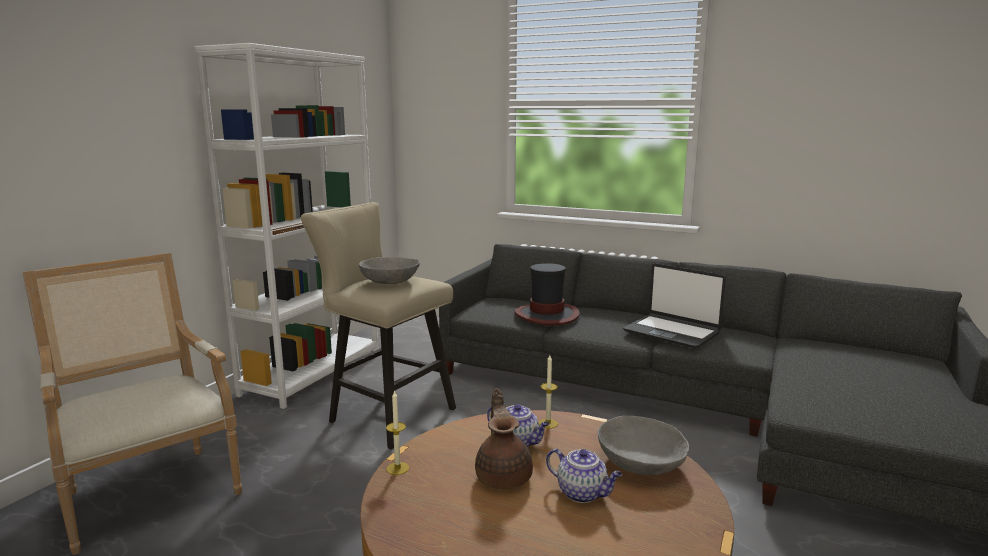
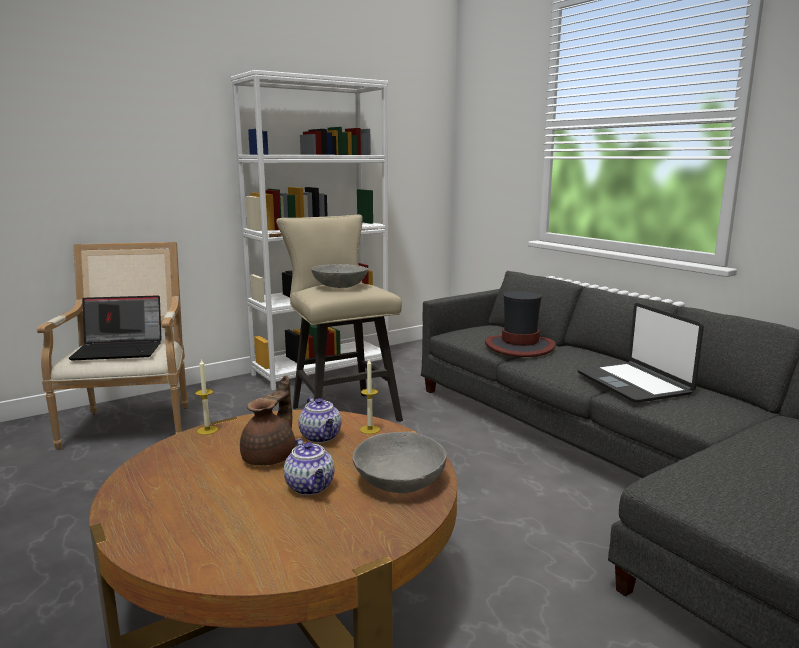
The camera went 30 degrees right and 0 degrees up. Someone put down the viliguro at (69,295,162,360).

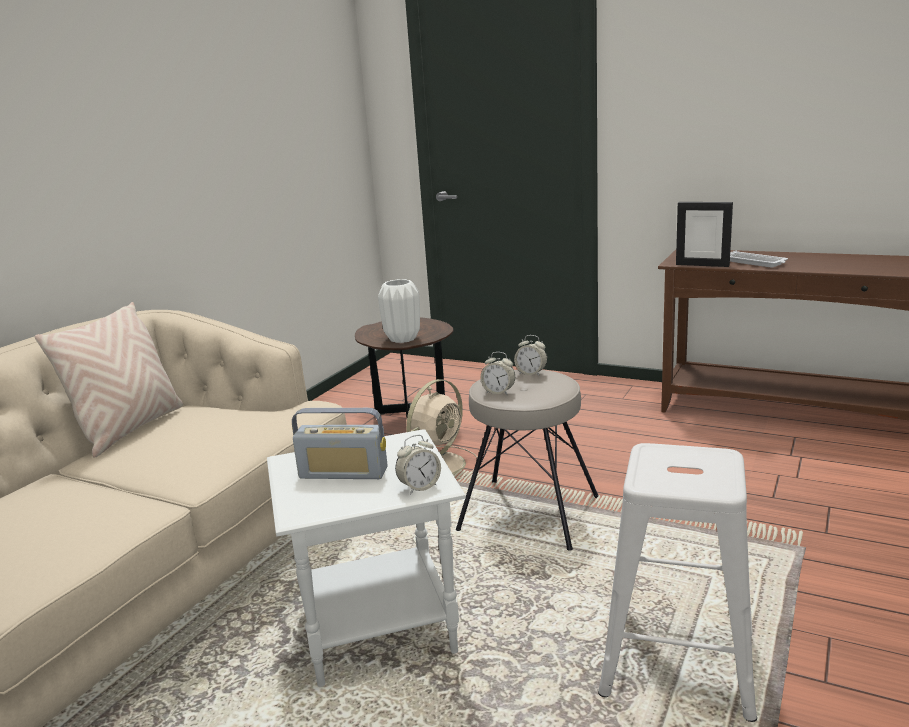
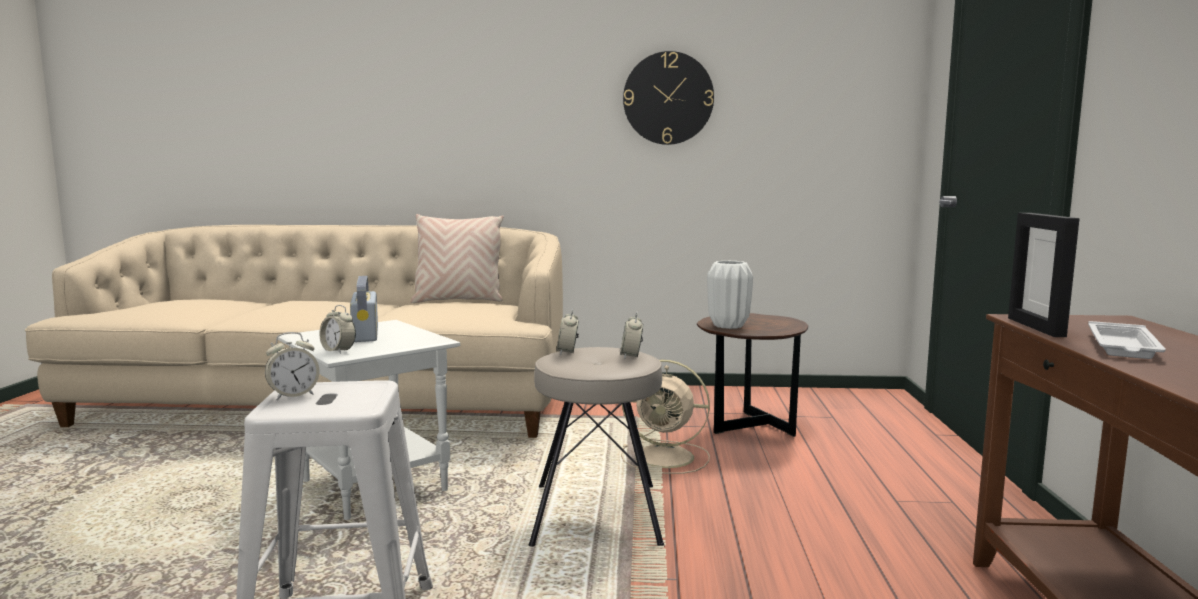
The camera went 65 degrees right and 10 degrees down. Someone put down the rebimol at (265,332,319,400). Someone put up the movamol at (623,51,714,145).

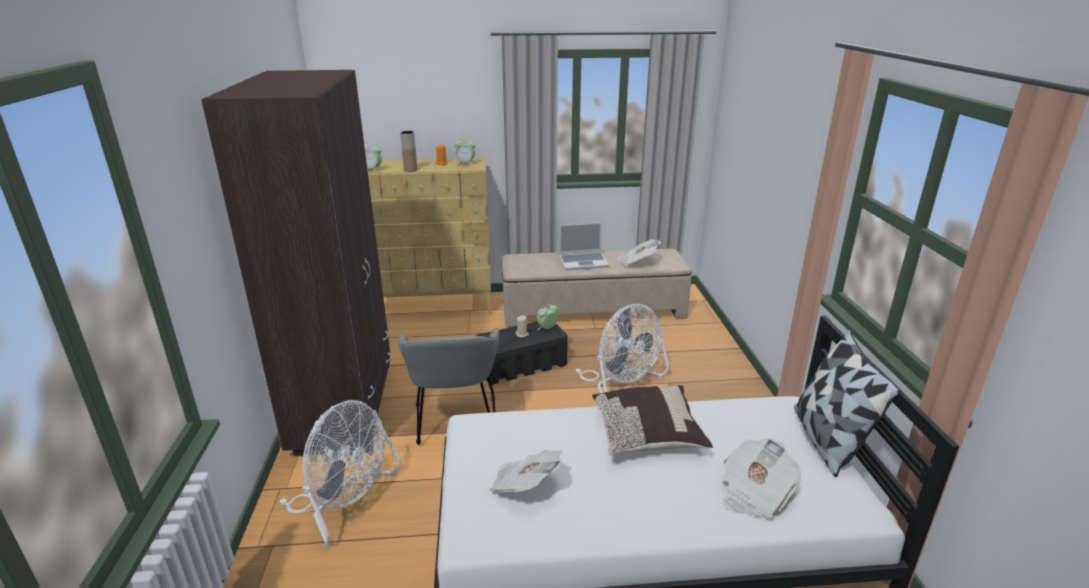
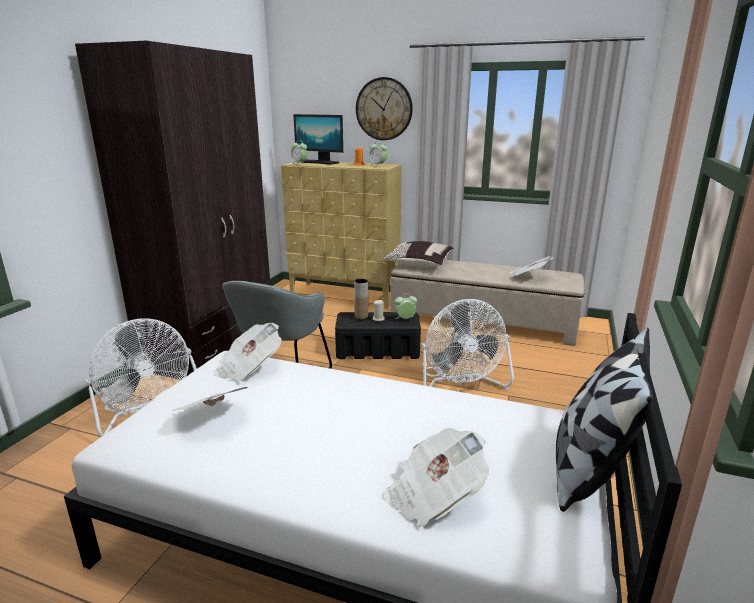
The camera went 25 degrees right and 5 degrees down. Someone put down the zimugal at (213,323,281,381). Someone put down the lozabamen at (293,114,343,165). Someone carried the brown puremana from (400,131,417,172) to (354,279,368,319). Someone put up the movamol at (356,77,413,140). Someone carried the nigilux from (592,385,713,456) to (384,241,454,267). Someone took away the viliguro at (559,222,609,270).

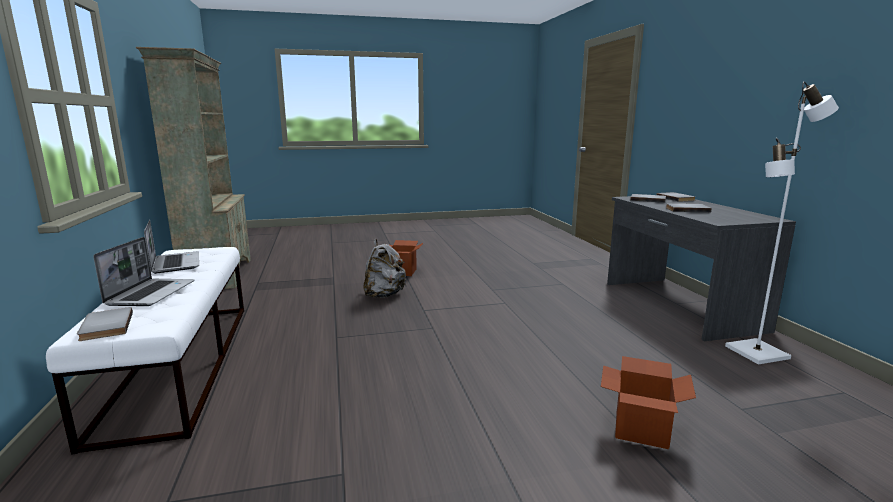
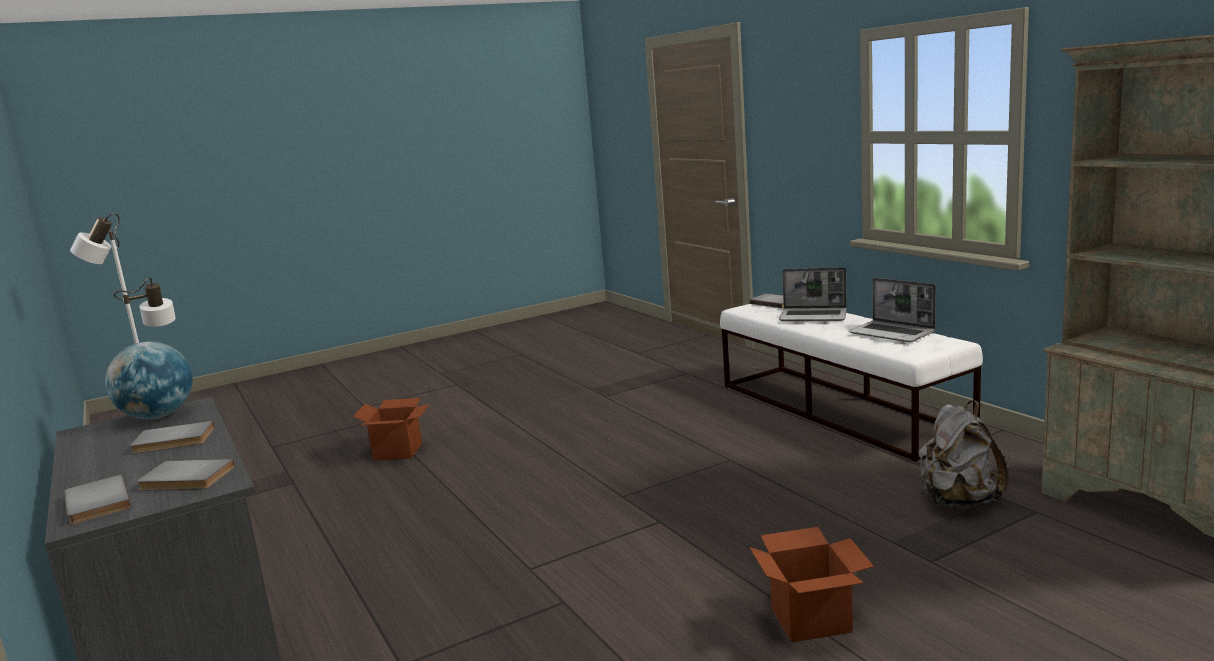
The camera went 165 degrees right and 0 degrees up. Someone put down the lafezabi at (105,341,192,419). Someone rotated the viliguro at (93,237,194,306) by 60 degrees counterclockwise. Someone carried the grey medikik from (363,239,406,298) to (918,401,1008,507).

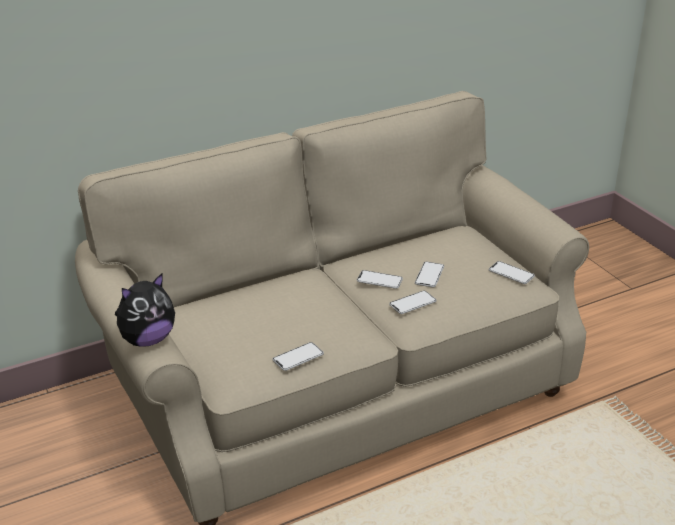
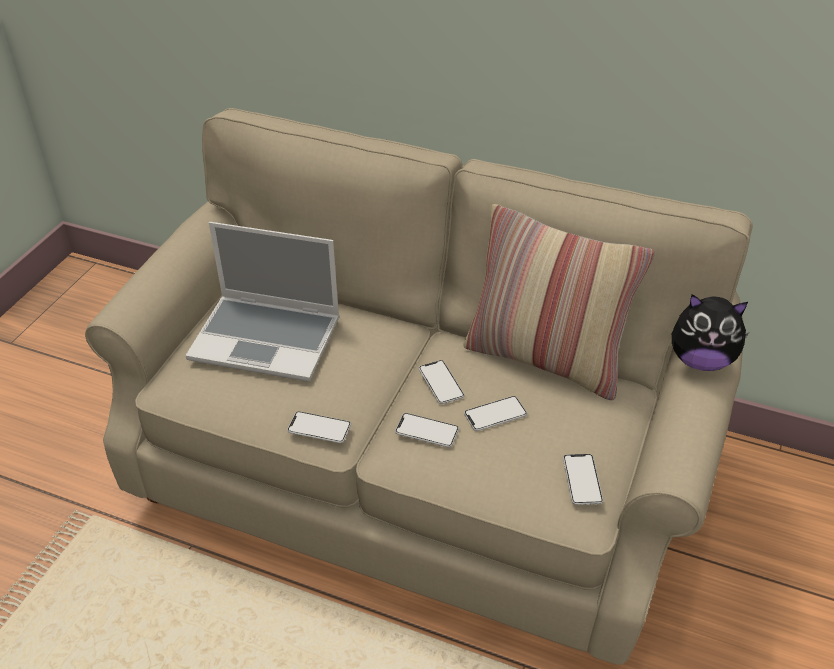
The camera went 50 degrees right and 10 degrees up. Someone put down the viliguro at (185,222,340,382). Someone carried the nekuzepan from (272,342,324,371) to (287,411,351,443). Someone put down the nigilux at (463,204,655,400). Someone carried the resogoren from (115,274,175,347) to (672,294,749,371).

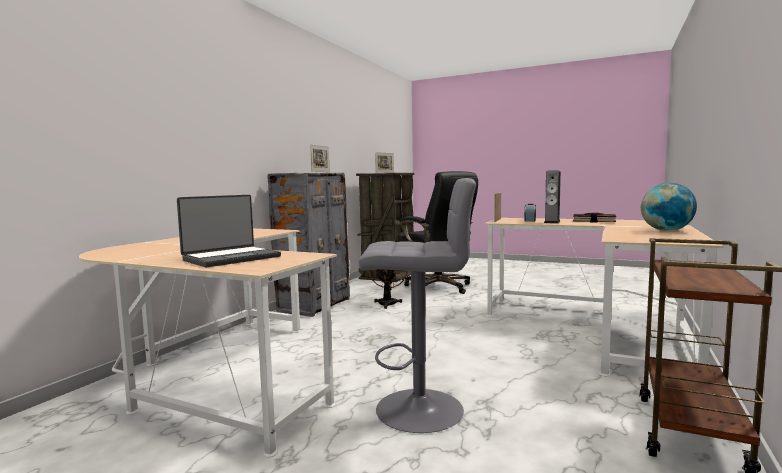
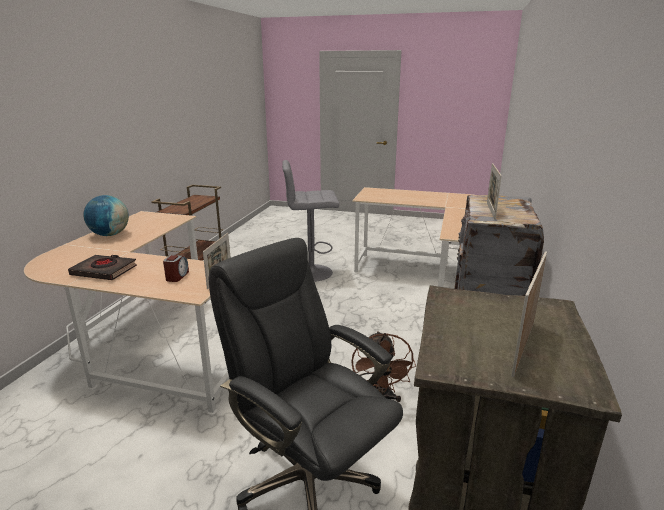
The camera went 170 degrees right and 15 degrees up. Someone took away the viliguro at (177,195,281,267). Someone took away the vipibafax at (544,170,561,223).

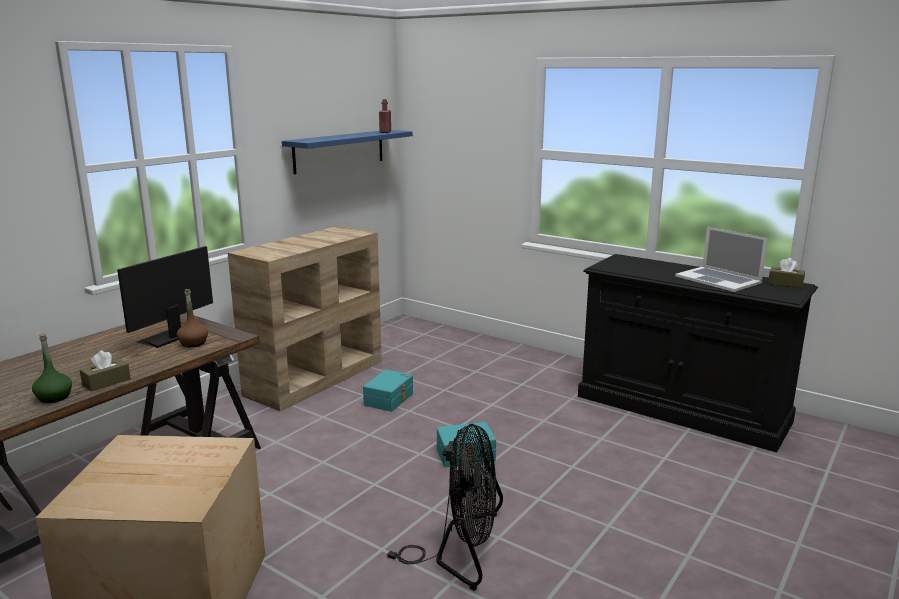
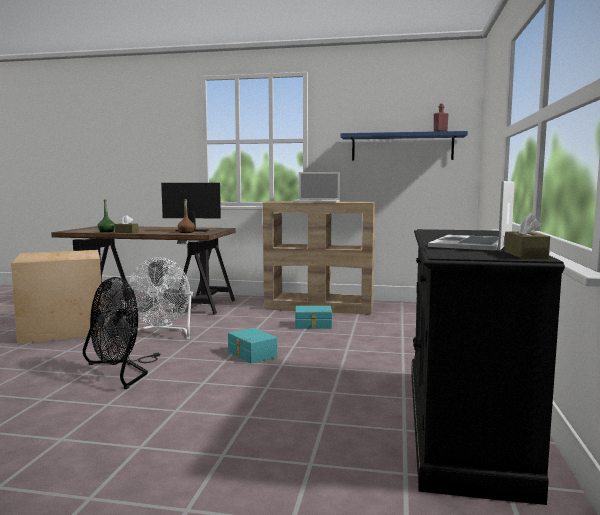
The camera went 65 degrees right and 10 degrees down. Someone rotated the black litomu at (386,424,503,591) by 60 degrees clockwise. Someone put down the white litomu at (123,257,193,339). Someone put down the viliguro at (293,172,340,203).

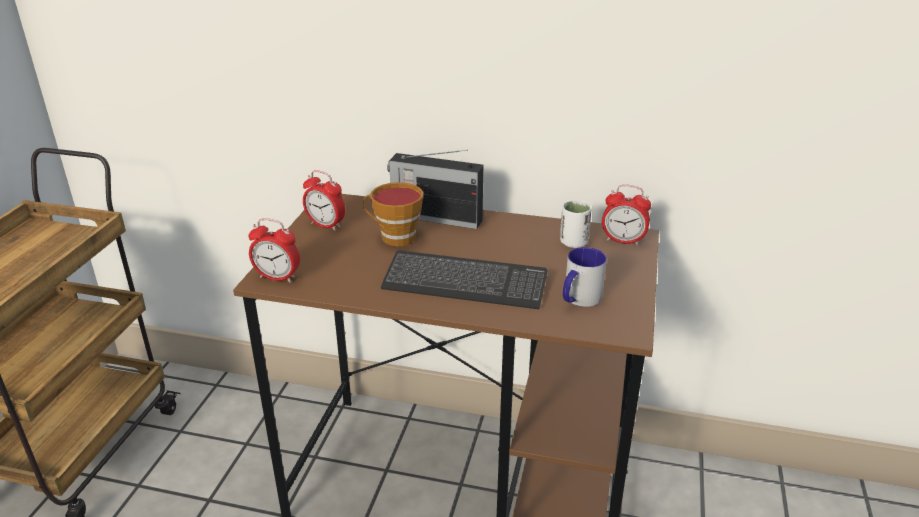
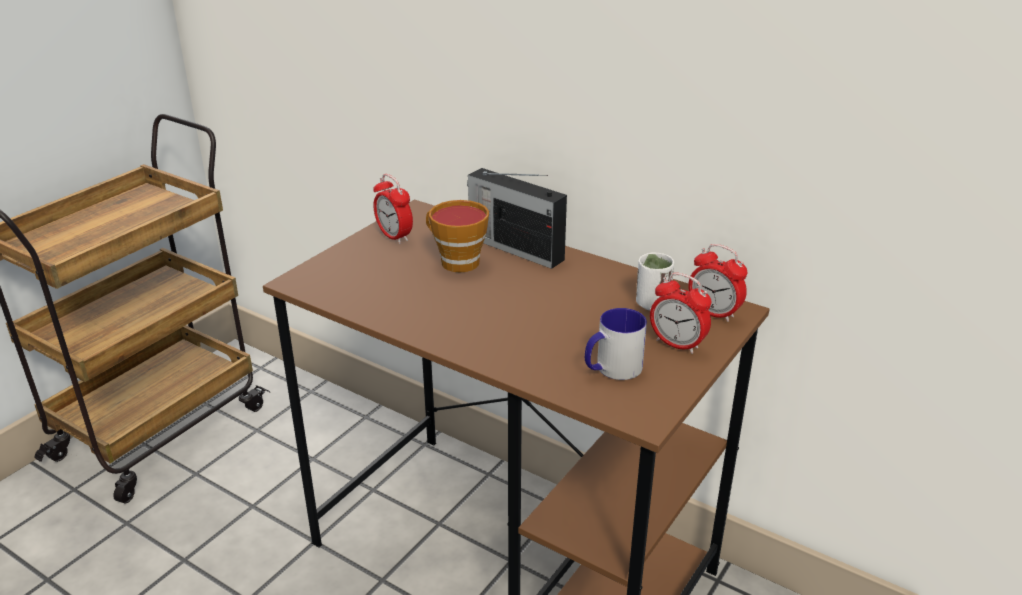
The camera went 20 degrees right and 0 degrees up. Someone carried the rebimol from (248,218,300,283) to (650,273,711,354). Someone took away the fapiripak at (381,251,547,309).

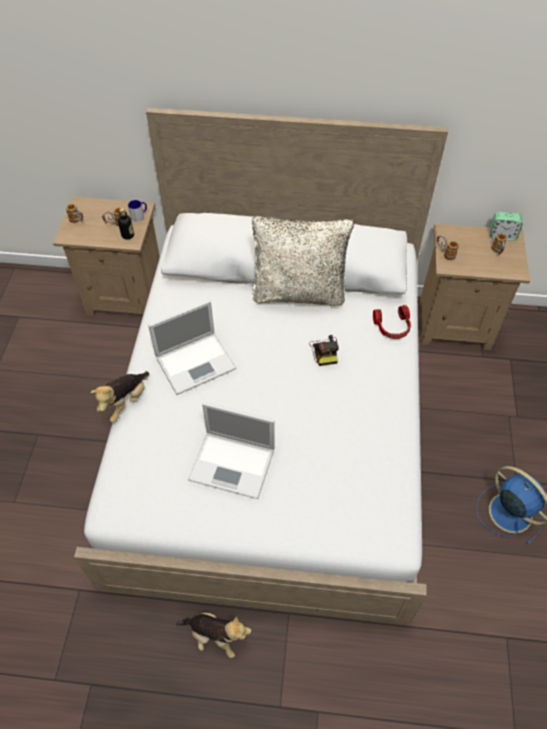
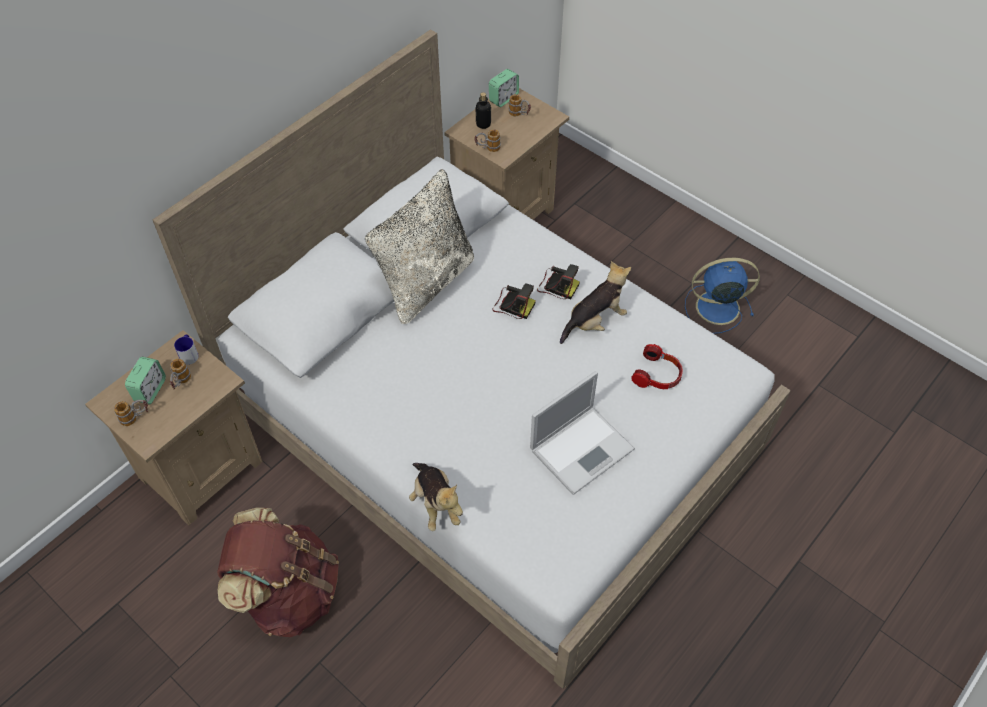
The camera went 55 degrees left and 0 degrees up. Someone put down the rebimol at (125,357,166,404). Someone put down the brown medikik at (217,507,339,637). Someone carried the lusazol from (118,208,134,239) to (476,92,491,129). Someone put down the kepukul at (537,264,580,299). Someone carried the resogoren from (176,612,252,658) to (560,261,631,344). Someone carried the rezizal from (373,305,411,339) to (631,344,683,389). Someone took away the viliguro at (148,300,236,395).

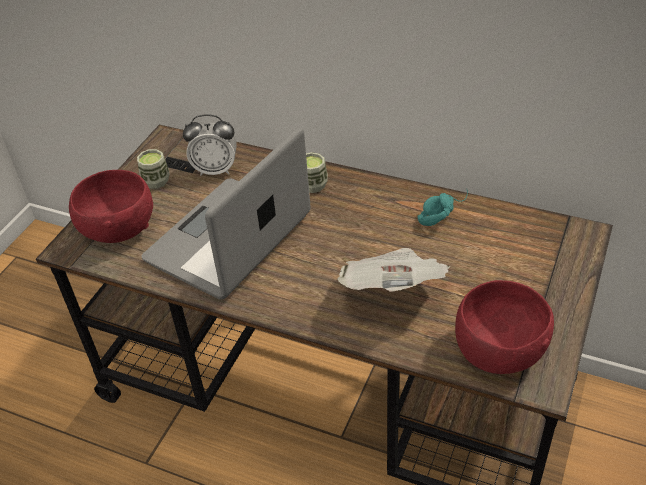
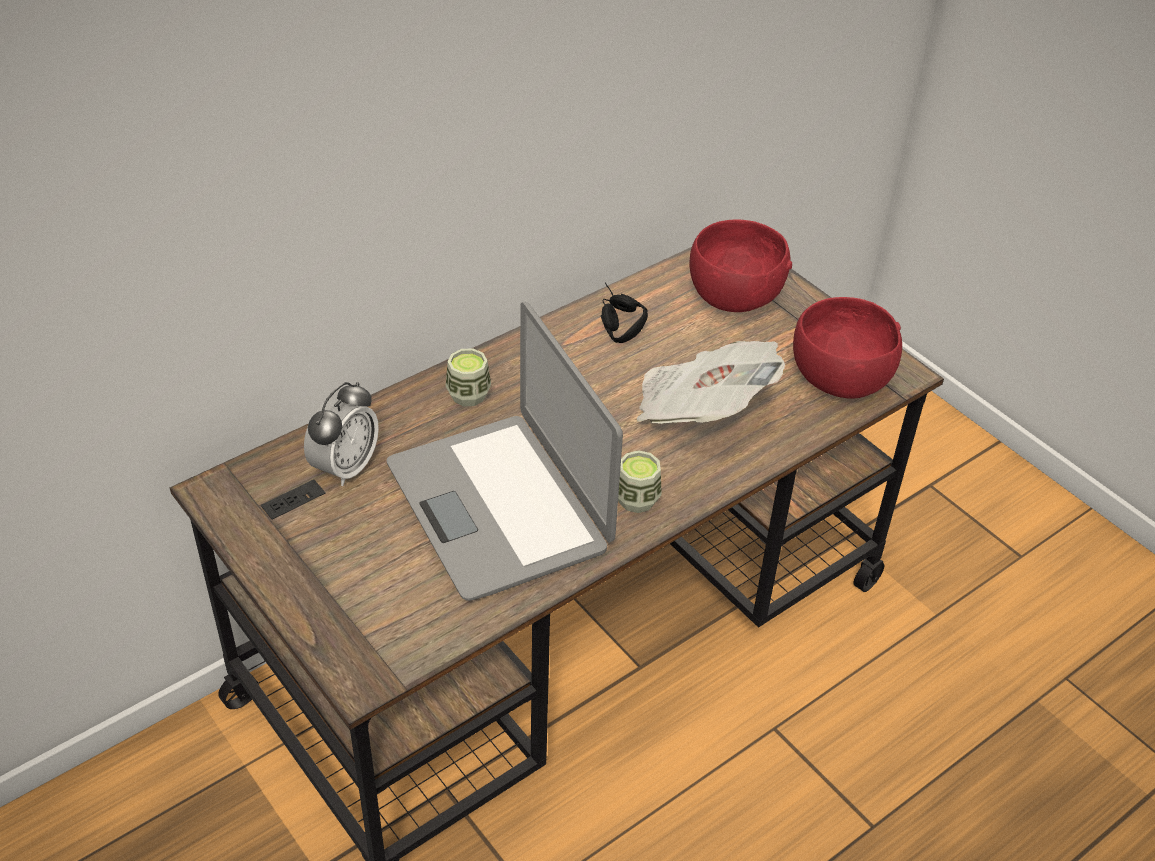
The camera went 65 degrees left and 0 degrees up. Someone repainted the turquoise rezizal at (417,190,468,226), which became the black rezizal at (601,283,648,343). Someone carried the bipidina from (137,149,170,189) to (618,450,662,513). Someone carried the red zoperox from (69,170,153,243) to (690,220,792,312).

